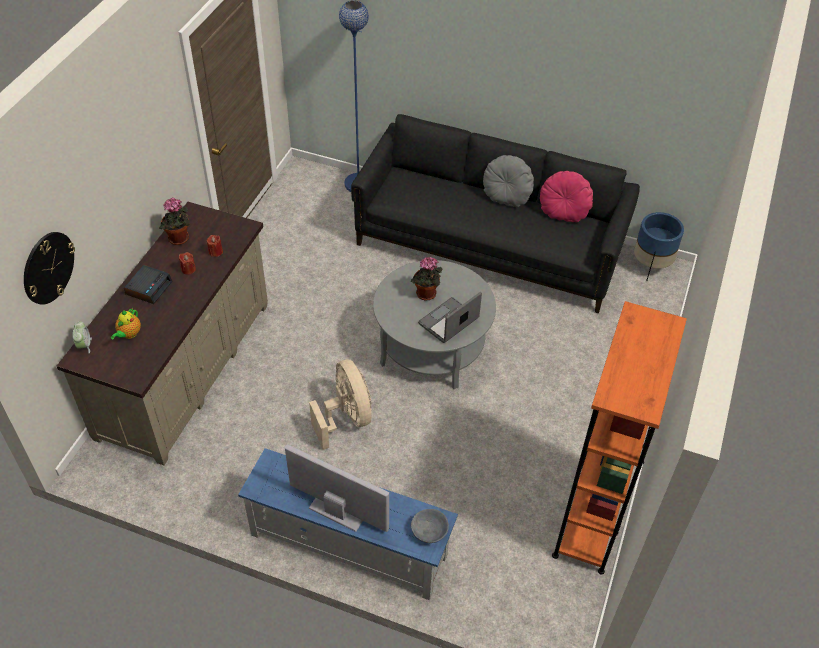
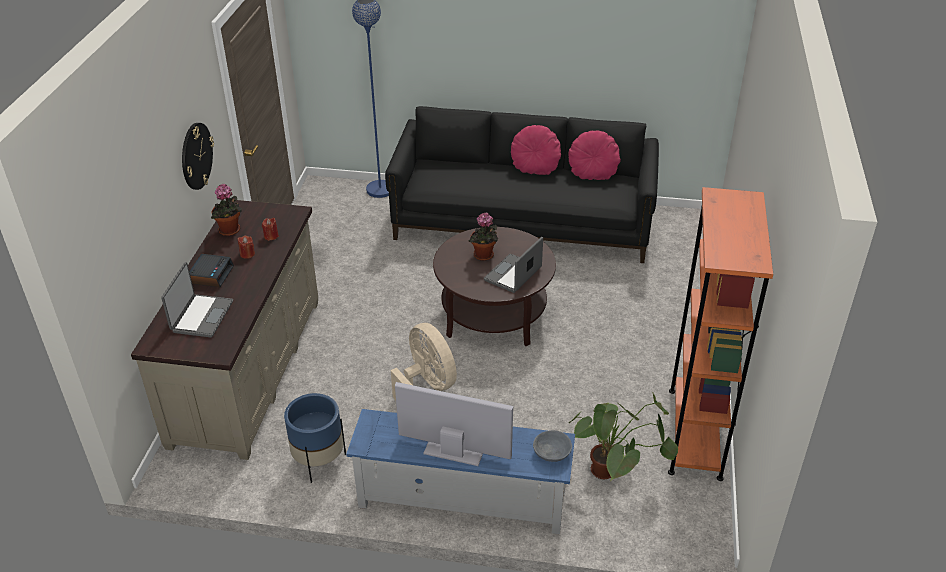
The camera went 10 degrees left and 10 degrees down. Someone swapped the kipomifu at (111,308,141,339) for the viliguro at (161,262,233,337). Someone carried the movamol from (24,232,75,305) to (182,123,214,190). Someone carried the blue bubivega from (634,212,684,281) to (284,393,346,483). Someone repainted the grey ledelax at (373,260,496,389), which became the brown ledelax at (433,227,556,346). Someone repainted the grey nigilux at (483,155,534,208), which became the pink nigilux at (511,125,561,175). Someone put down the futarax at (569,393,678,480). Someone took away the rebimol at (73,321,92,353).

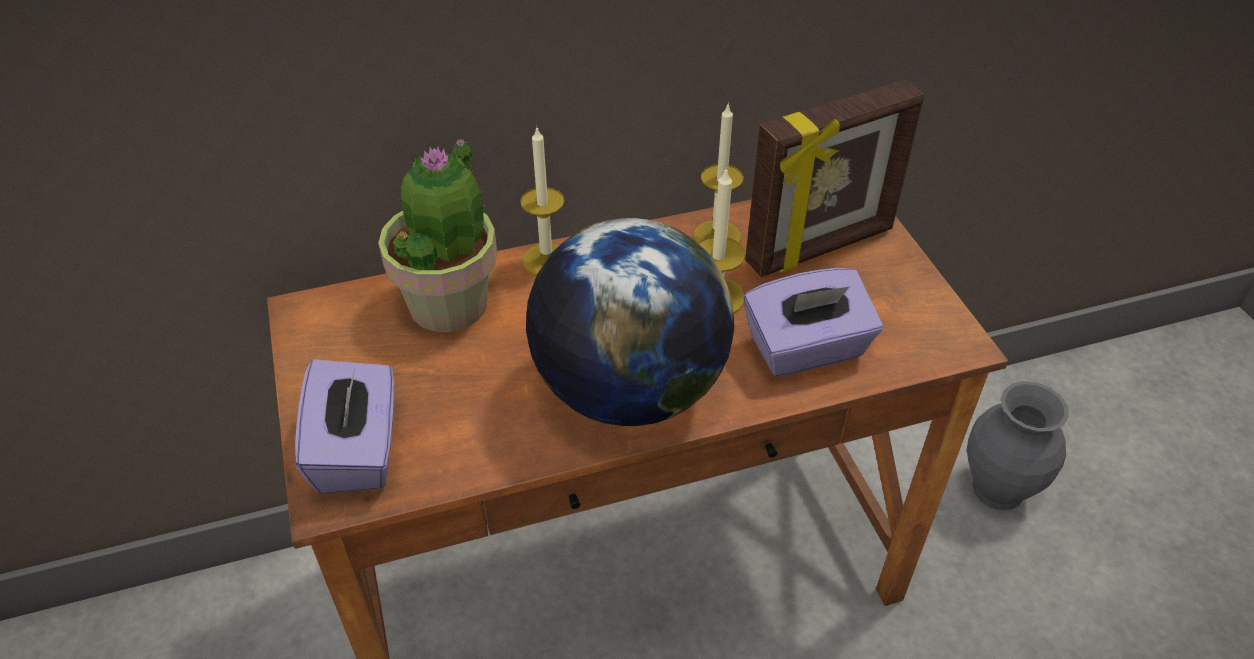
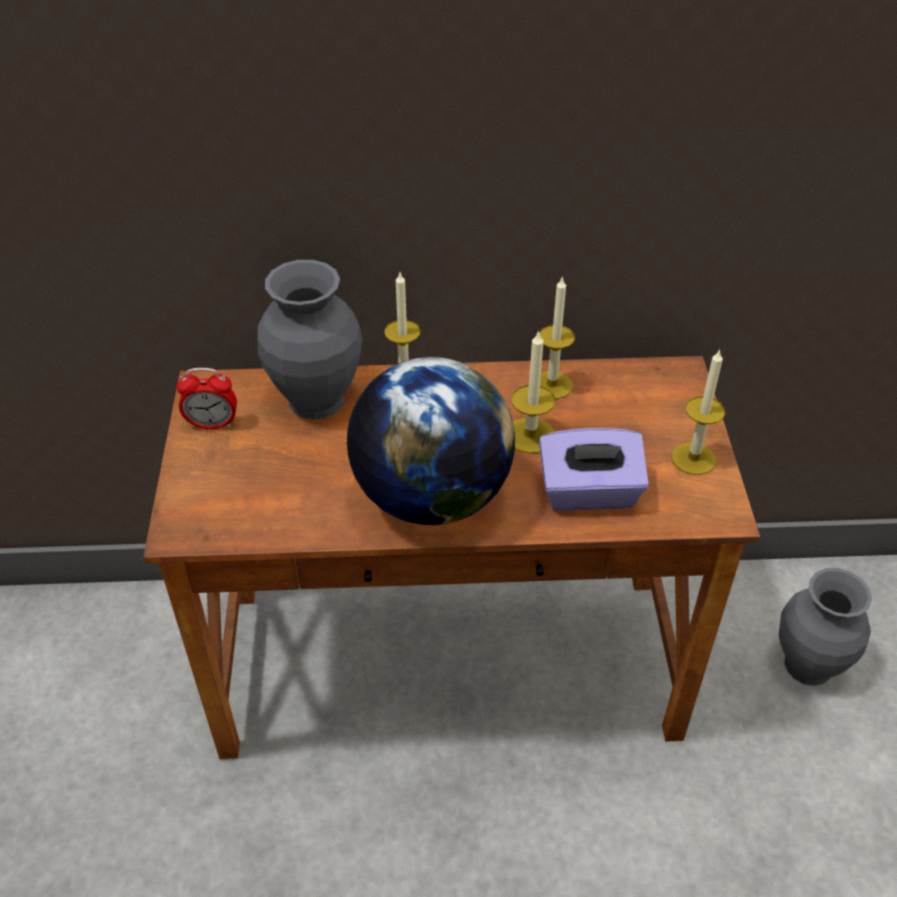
The camera went 15 degrees right and 0 degrees up. Someone put down the rebimol at (176,368,237,429). Someone swapped the futarax at (378,139,497,332) for the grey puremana at (258,260,362,420). Someone put down the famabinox at (672,349,725,475). Someone took away the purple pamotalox at (295,359,394,494). Someone took away the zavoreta at (745,79,924,277).

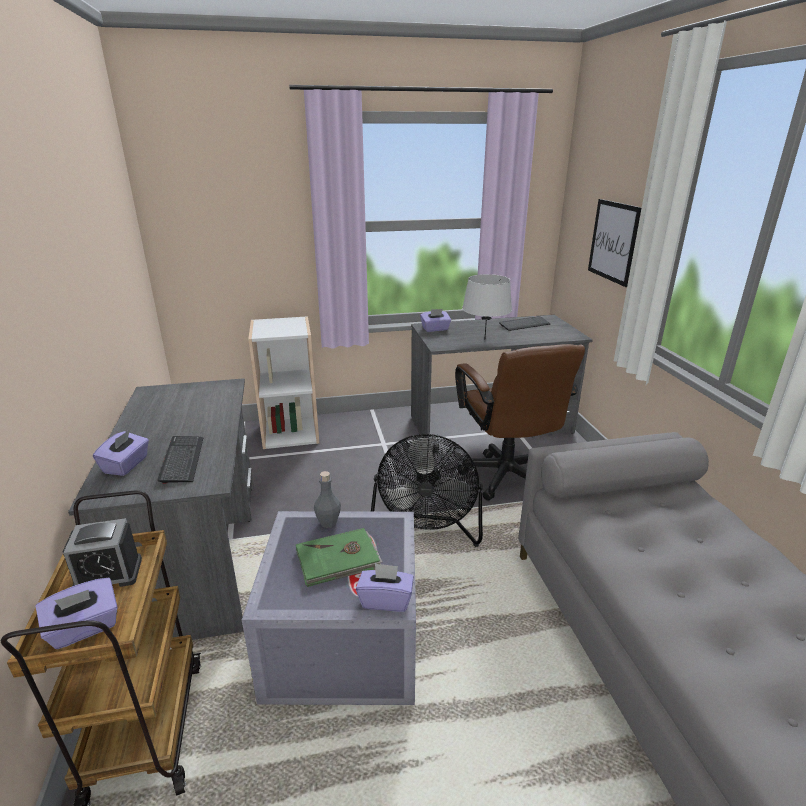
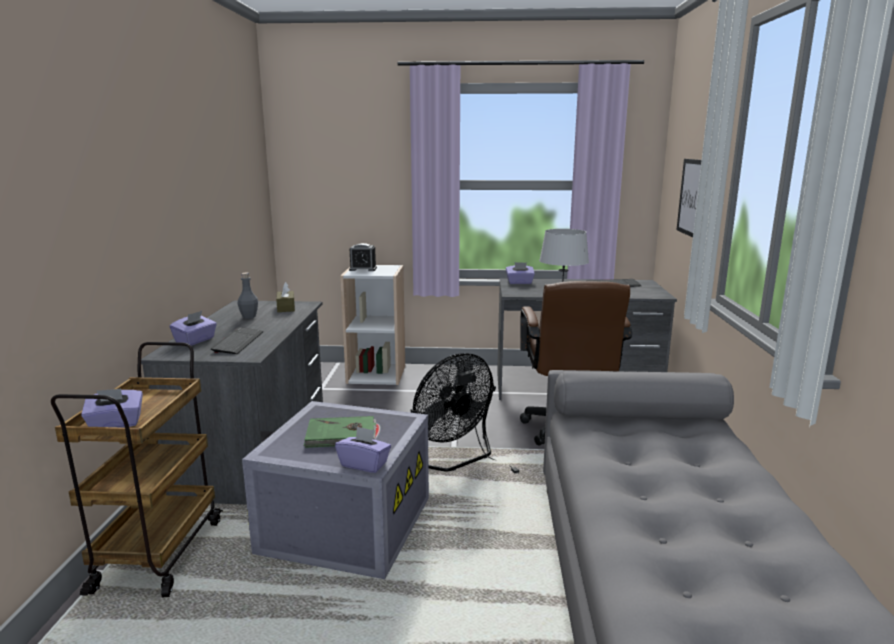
The camera went 15 degrees right and 10 degrees down. Someone carried the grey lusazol from (314,471,341,528) to (238,273,258,318). Someone put down the brown pamotalox at (276,282,295,312). Someone carried the rebimol from (62,518,142,587) to (349,243,377,271). Someone rotated the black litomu at (371,433,483,547) by 120 degrees clockwise.

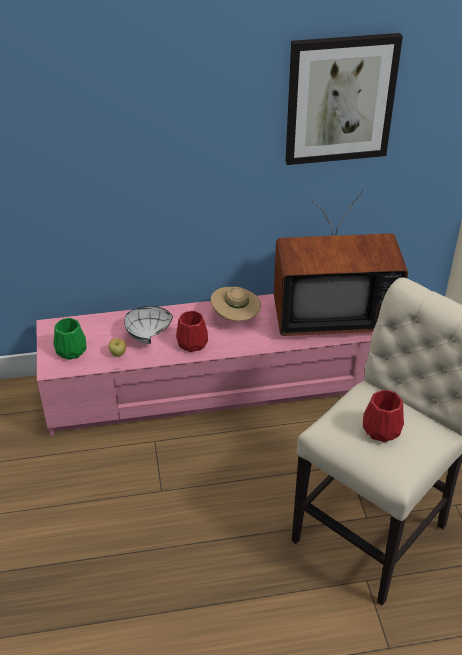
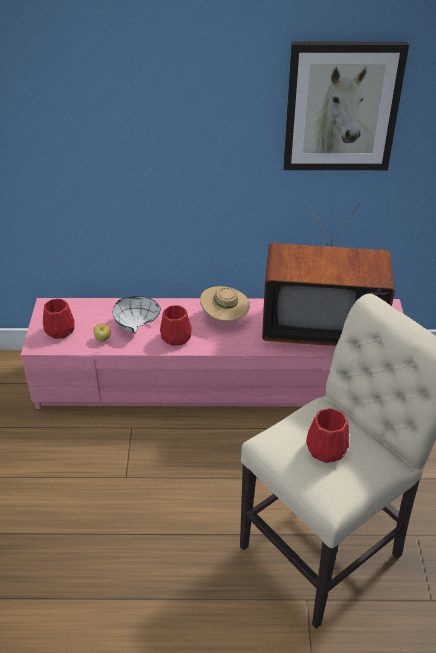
The camera went 10 degrees right and 0 degrees up. Someone repainted the green puremana at (53,318,87,360), which became the red puremana at (43,299,75,339).

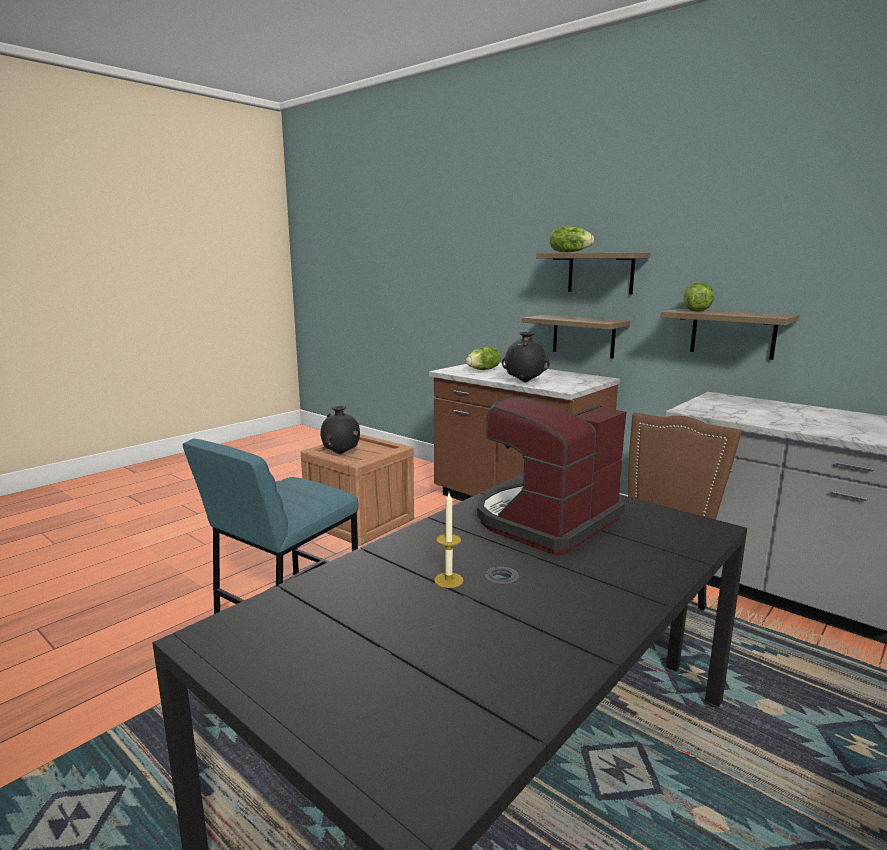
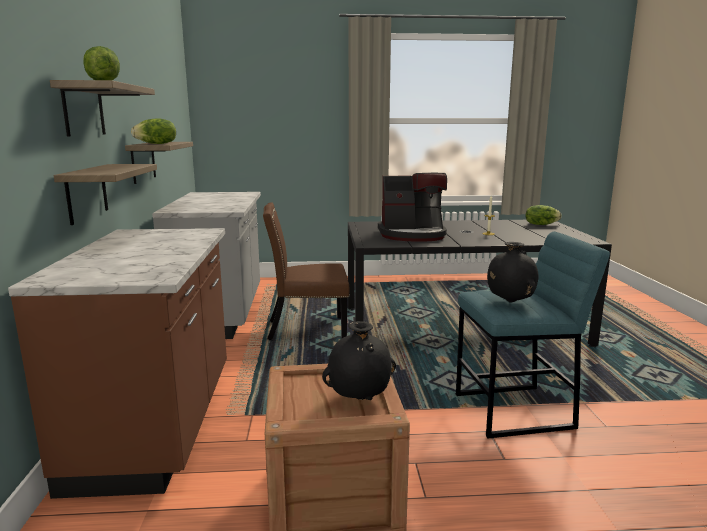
The camera went 135 degrees left and 0 degrees up. Someone carried the black puremana from (502,332,550,382) to (487,242,538,303). Someone carried the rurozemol from (466,347,501,370) to (526,205,562,225).

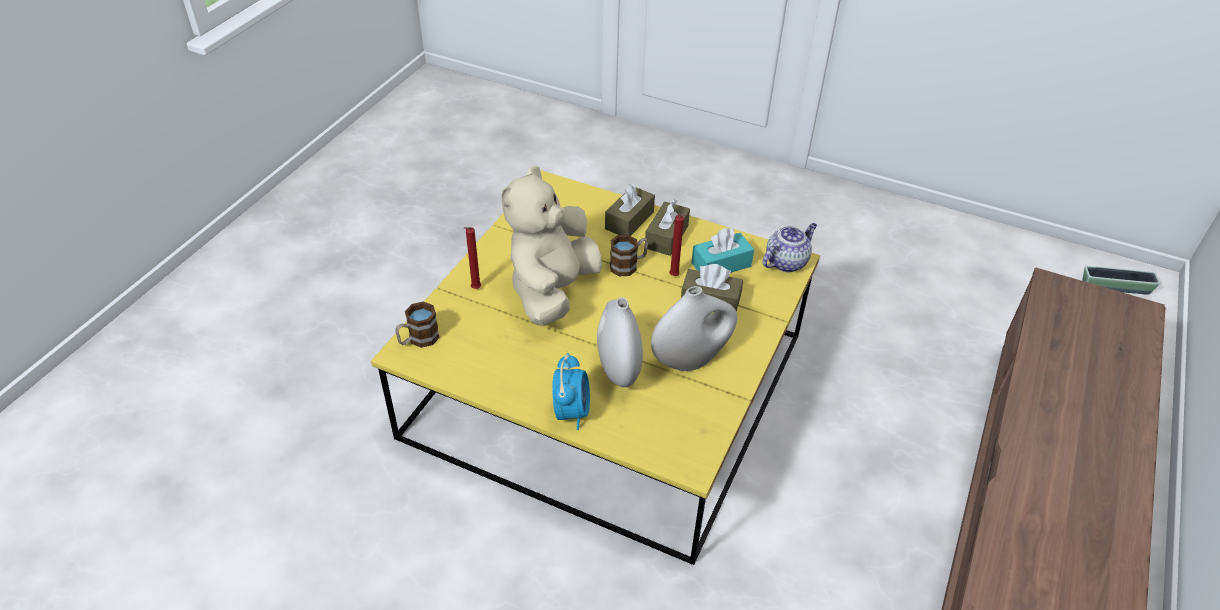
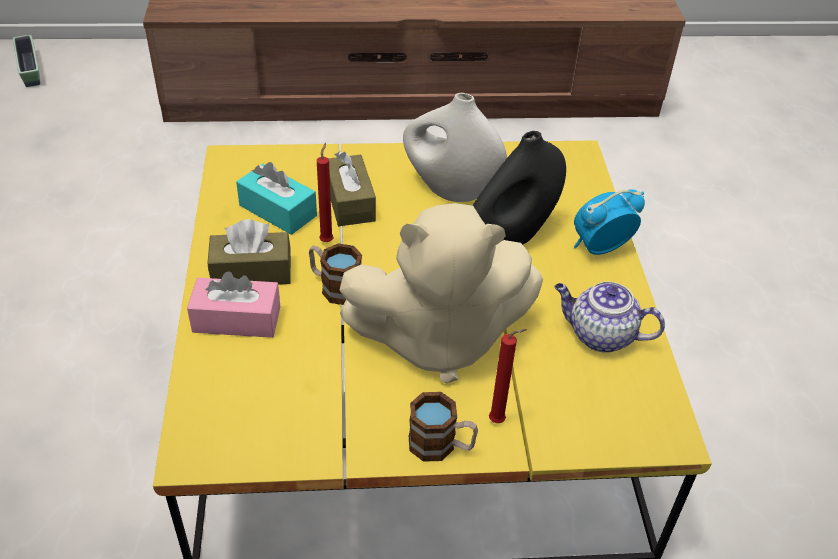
The camera went 120 degrees left and 0 degrees up. Someone repainted the brown pamotalox at (605,183,655,236), which became the pink pamotalox at (187,271,280,338). Someone carried the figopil from (395,301,440,348) to (409,392,478,462). Someone repainted the white puremana at (597,297,643,387), which became the black puremana at (473,131,566,245). Someone carried the kipomifu from (763,223,817,272) to (554,282,665,353).

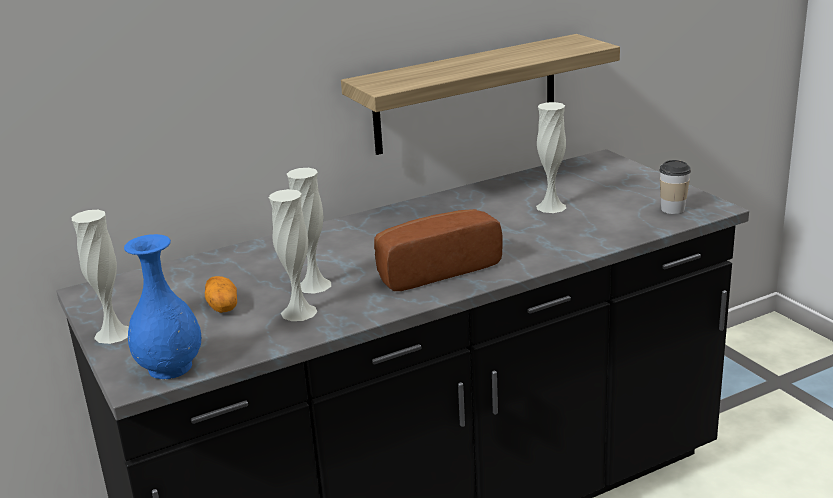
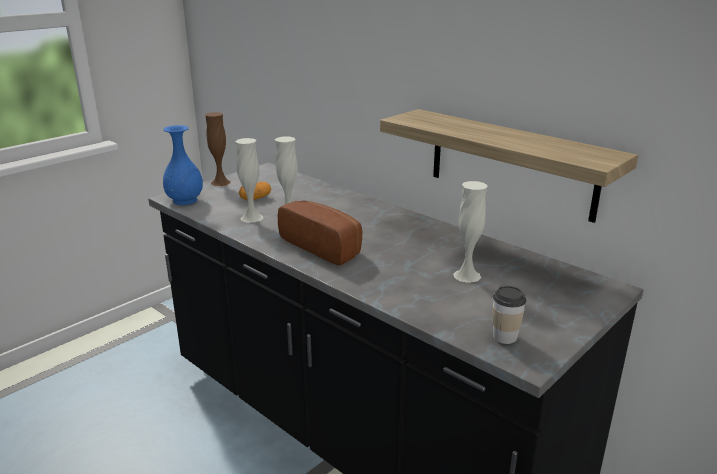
The camera went 70 degrees right and 0 degrees up. Someone repainted the white puremana at (72,210,129,344), which became the brown puremana at (205,112,231,186).

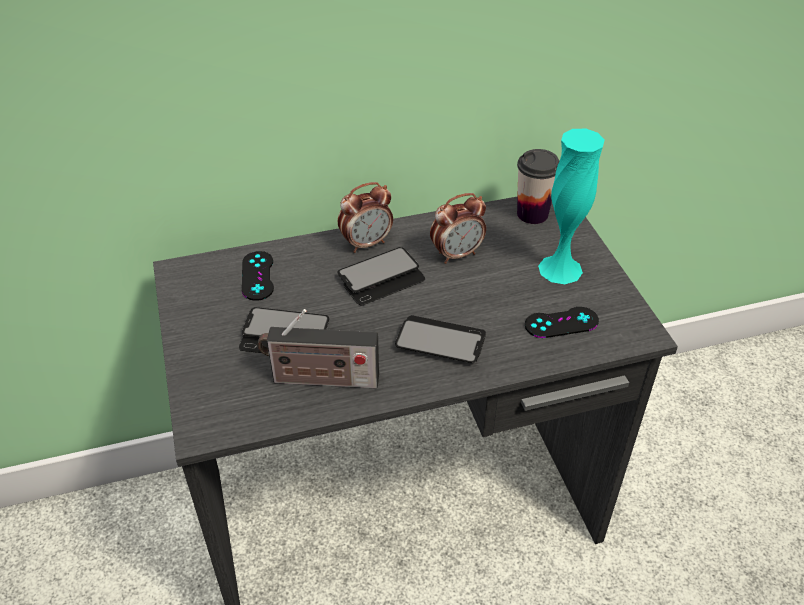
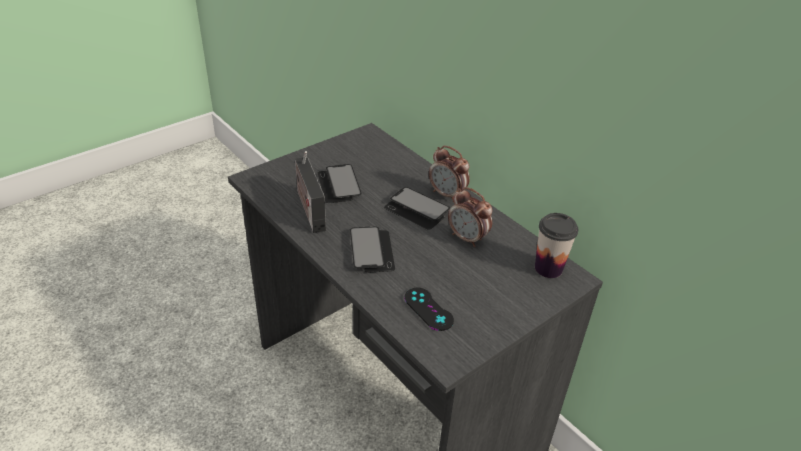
The camera went 65 degrees right and 5 degrees down. Someone took away the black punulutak at (242,251,274,301). Someone took away the turquoise puremana at (538,129,604,284).

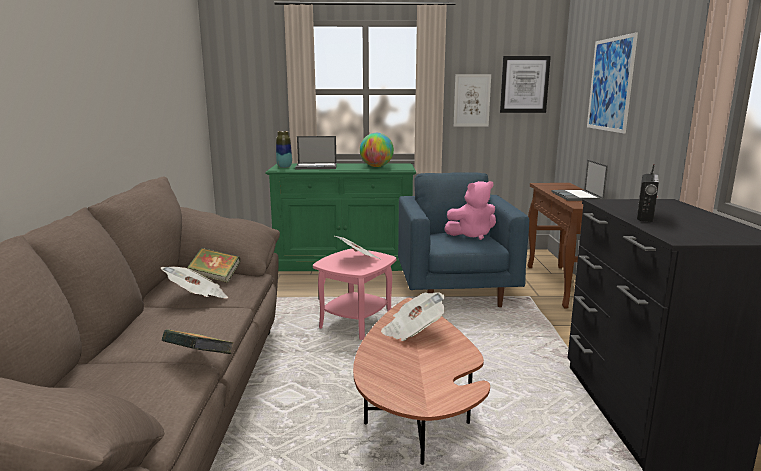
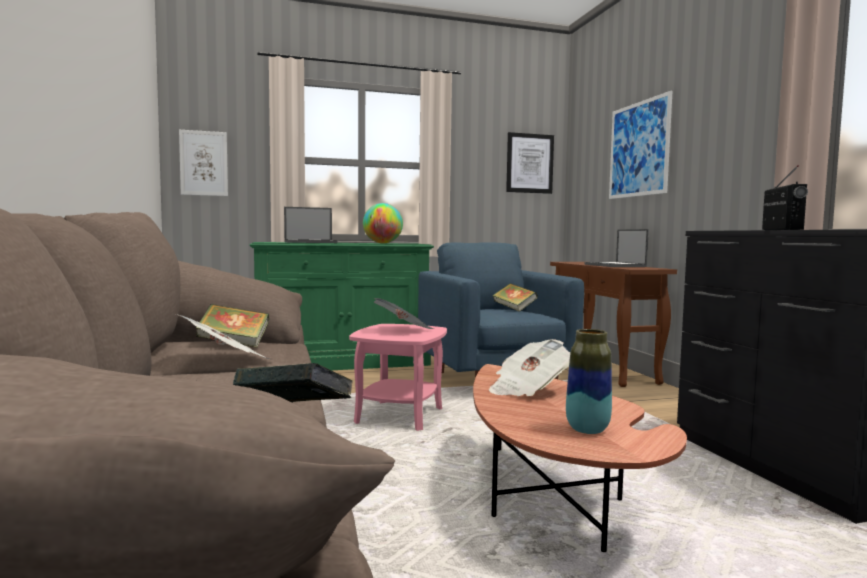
The camera went 15 degrees left and 10 degrees down. Someone carried the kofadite from (454,74,491,127) to (179,130,228,196). Someone swapped the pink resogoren at (444,181,496,240) for the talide at (492,283,538,312). Someone carried the puremana from (276,131,292,168) to (566,329,612,434).

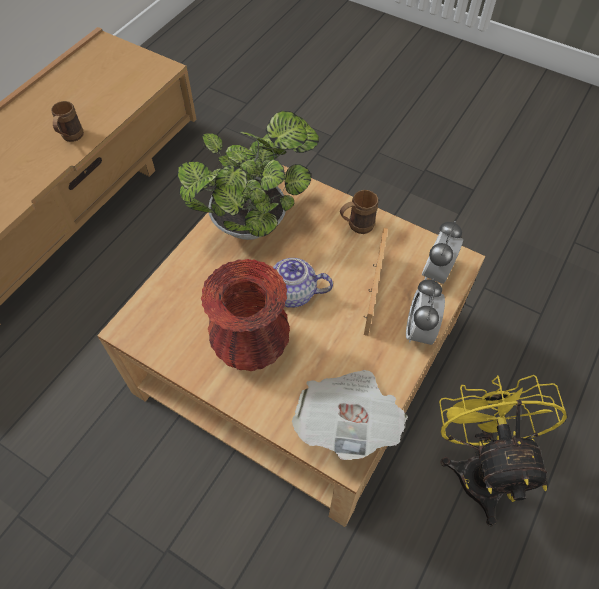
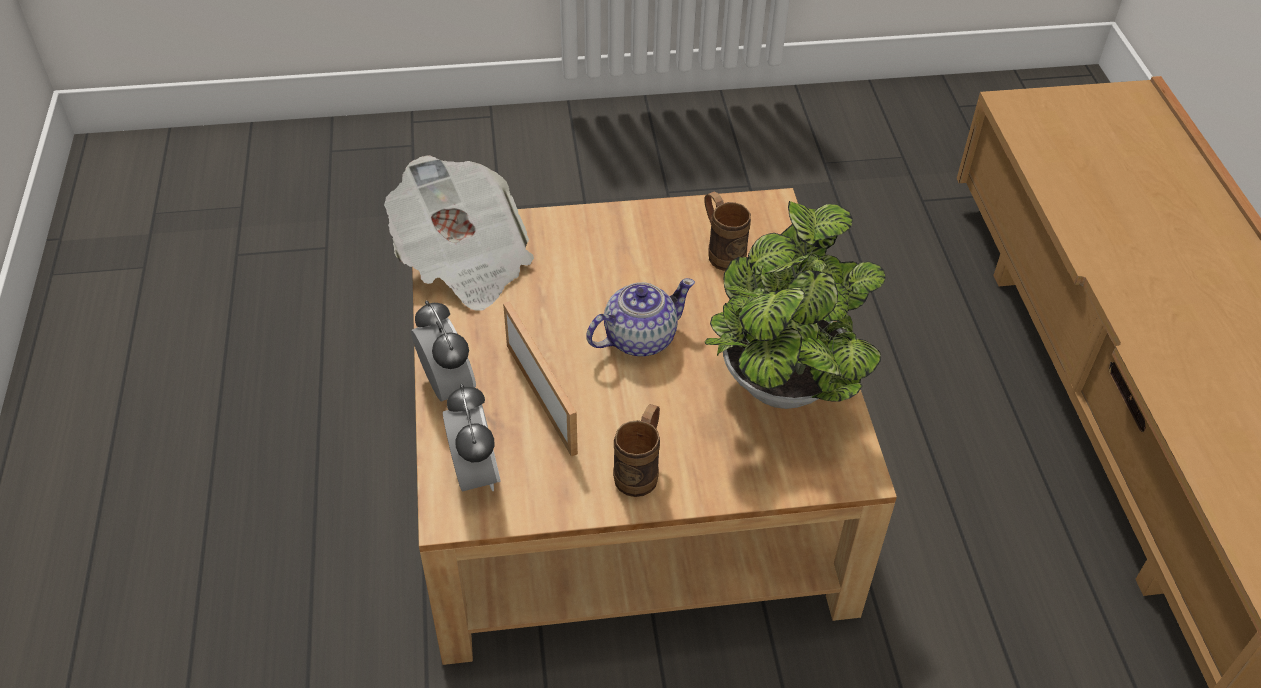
The camera went 140 degrees right and 10 degrees down. Someone carried the brown figopil from (51,101,84,142) to (705,192,751,271). Someone took away the red puremana at (201,259,290,371). Someone took away the yellow litomu at (439,375,567,527).

